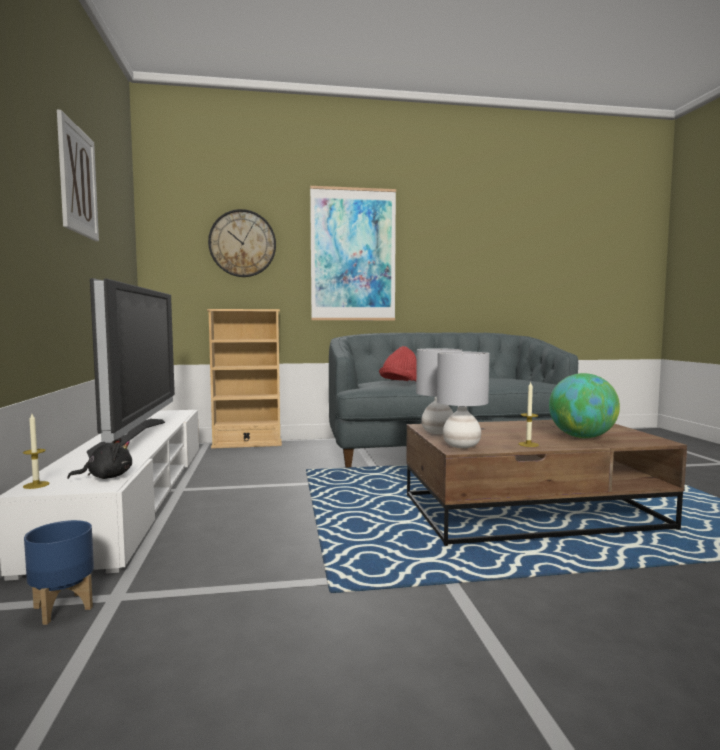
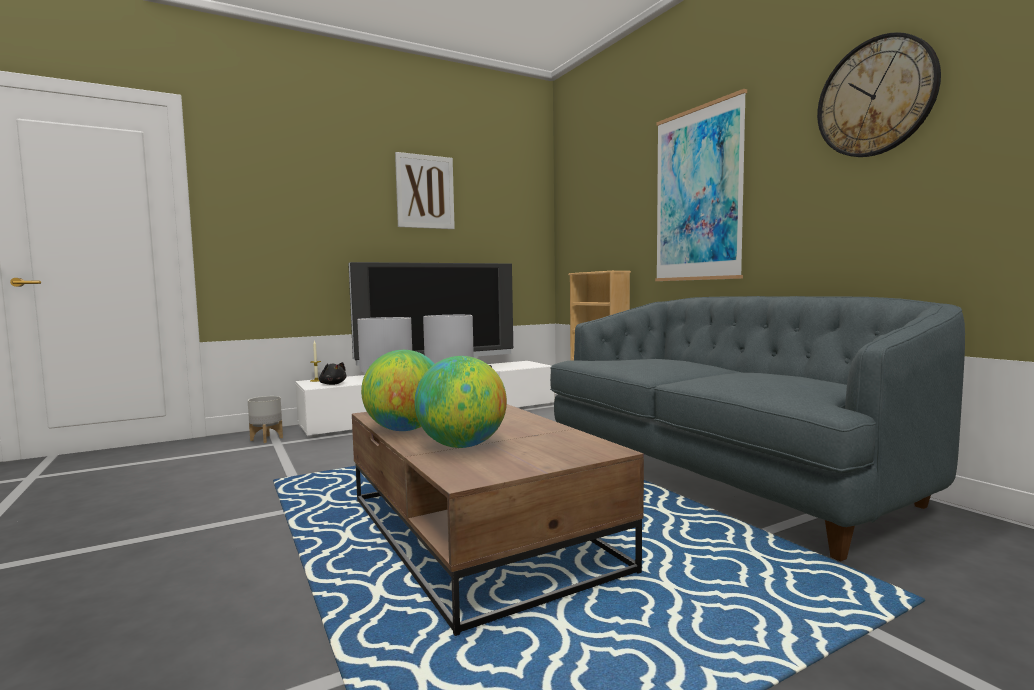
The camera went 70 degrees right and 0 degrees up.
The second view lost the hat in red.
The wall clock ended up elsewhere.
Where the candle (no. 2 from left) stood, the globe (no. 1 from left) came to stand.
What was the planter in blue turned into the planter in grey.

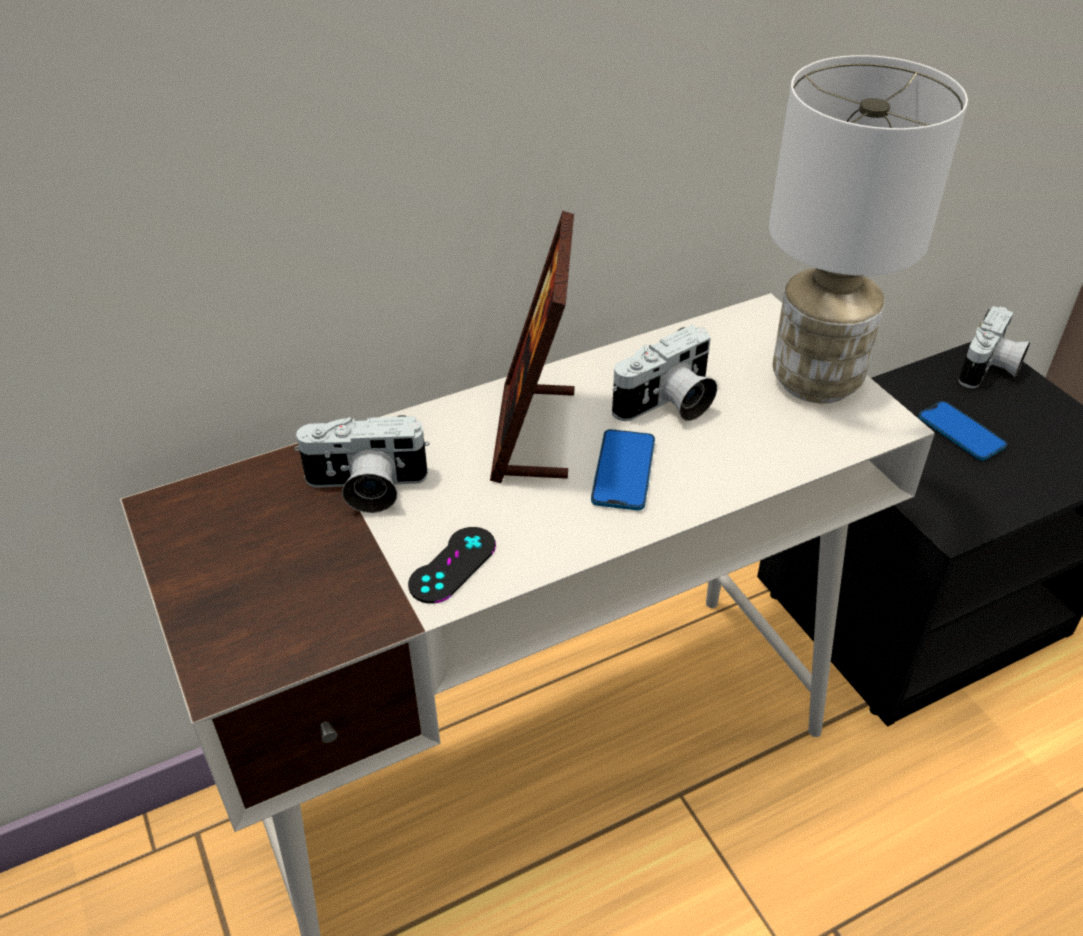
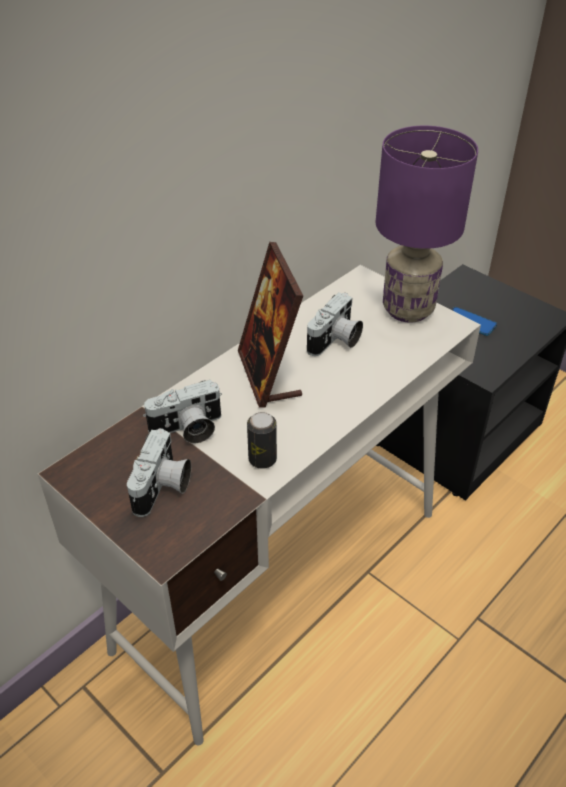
The camera went 20 degrees left and 0 degrees up.
The second view lost the phone (no. 1 from left).
The photo camera (no. 3 from left in the first image) ended up elsewhere.
Where the game controller in black stood, the can came to stand.
What was the table lamp in white turned into the table lamp in purple.

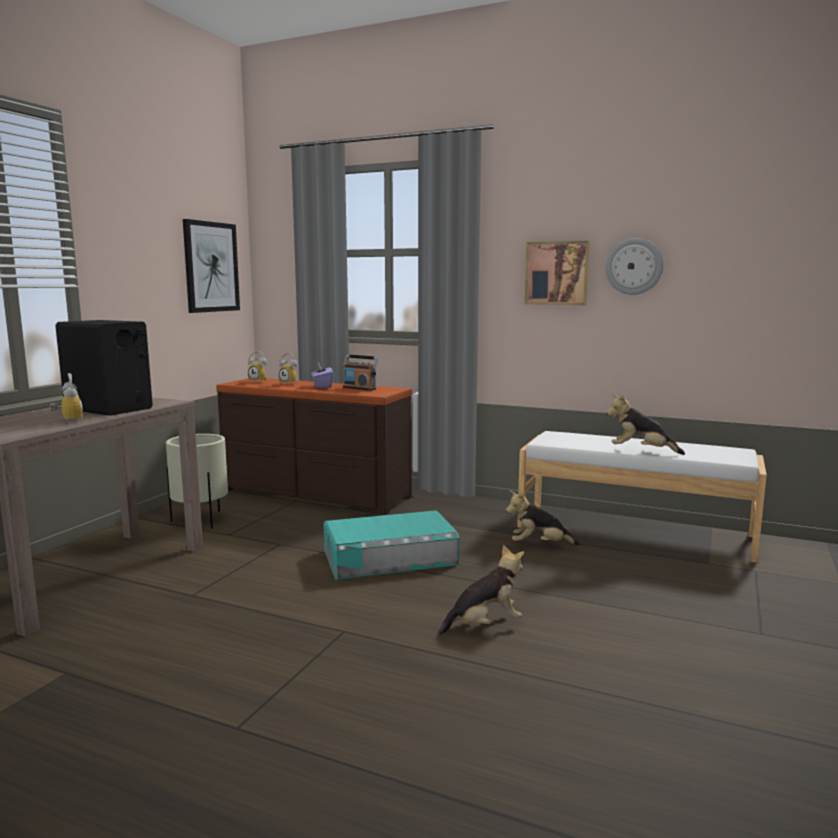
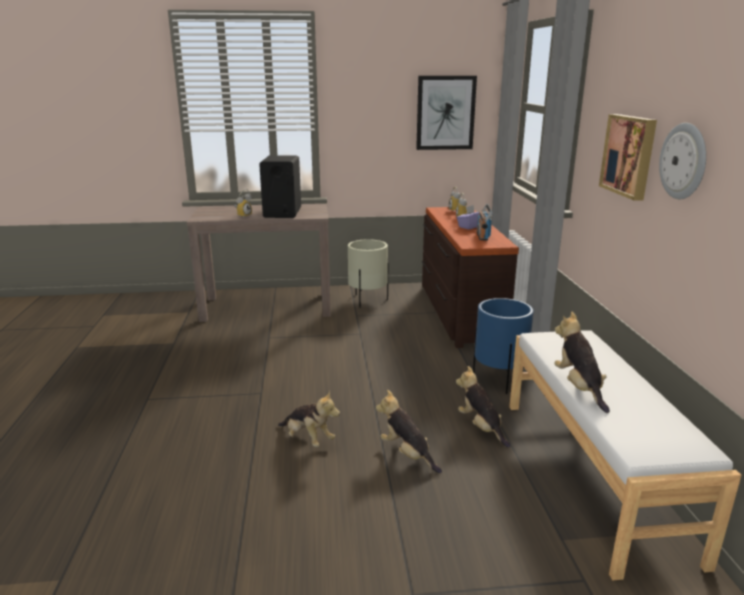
The camera went 60 degrees right and 10 degrees up.
The second view lost the storage box in turquoise.
The second view gained the plush toy (no. 2 from left).
The second view gained the planter in blue.

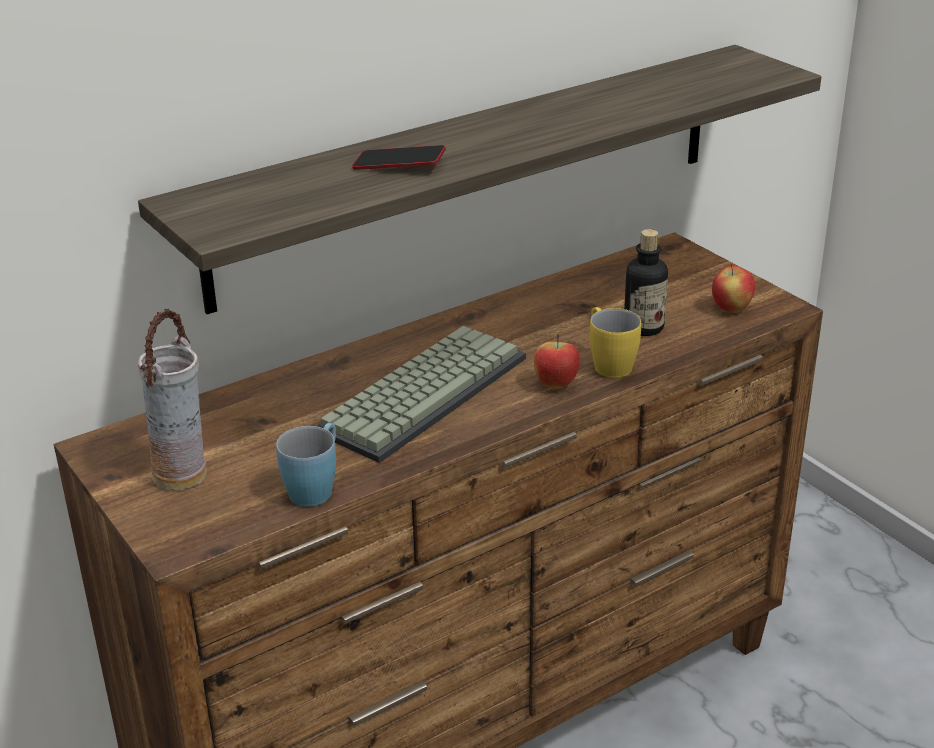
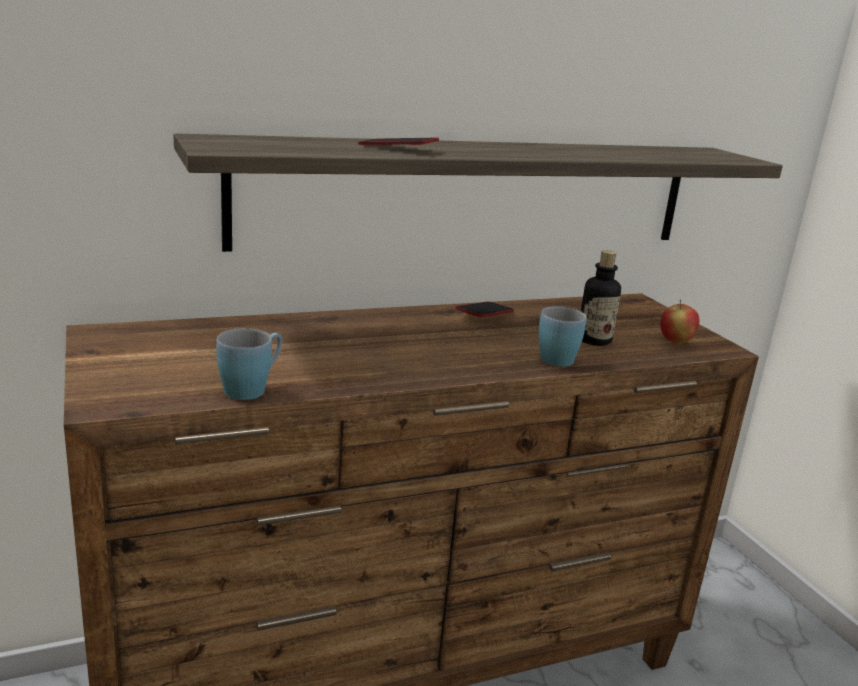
The camera went 10 degrees right and 10 degrees down.
The second view lost the vase.
The second view lost the keyboard.
The second view lost the apple (no. 1 from left).
The second view gained the phone (no. 2 from left).
What was the mug in yellow turned into the mug in blue (no. 2 from left).

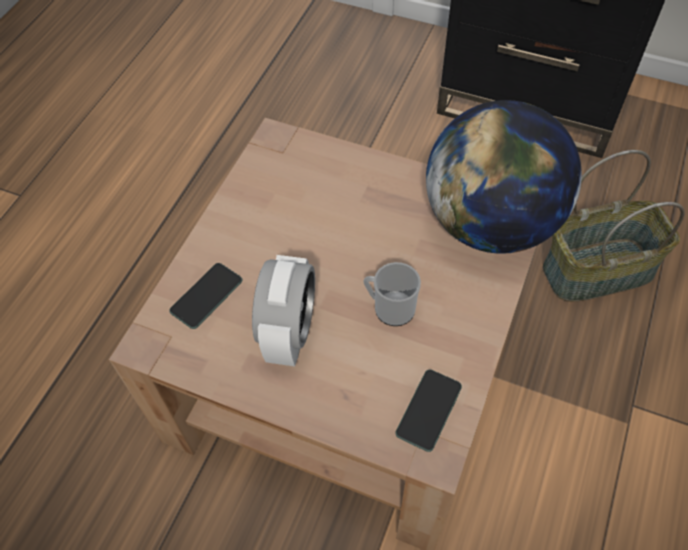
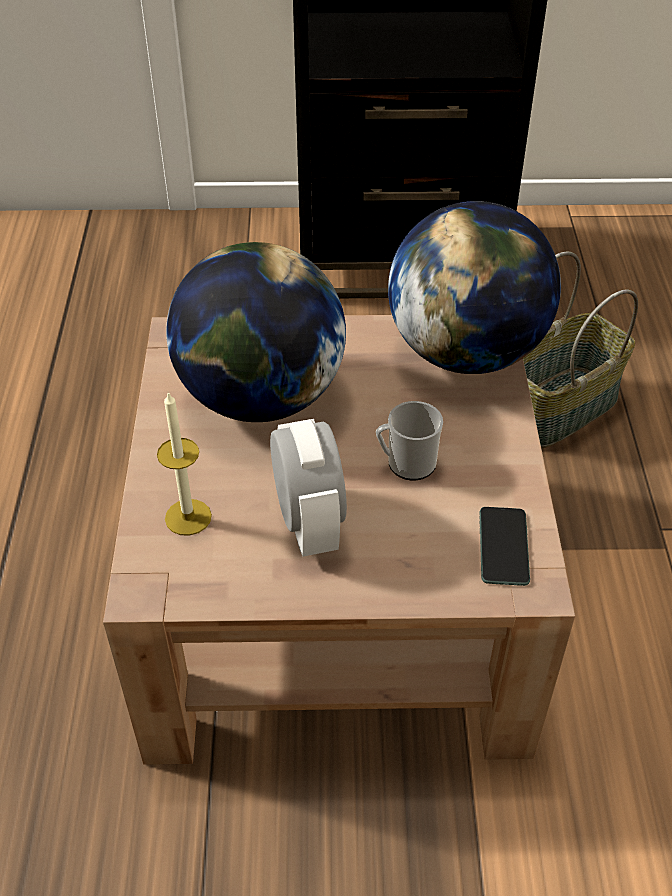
The camera went 25 degrees left and 10 degrees down.
The second view gained the globe (no. 1 from left).
Where the phone (no. 1 from left) stood, the candle came to stand.

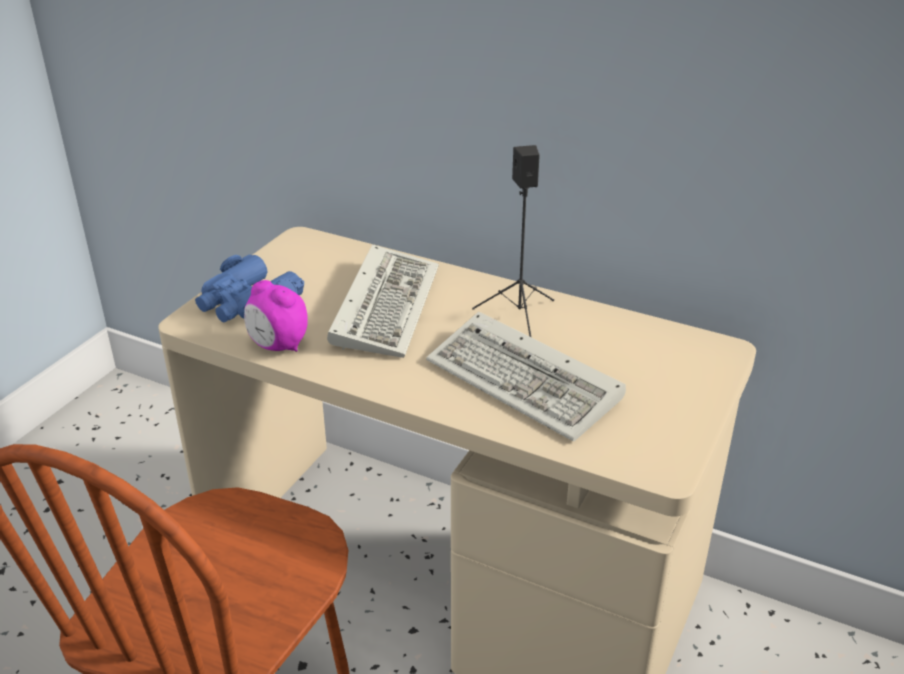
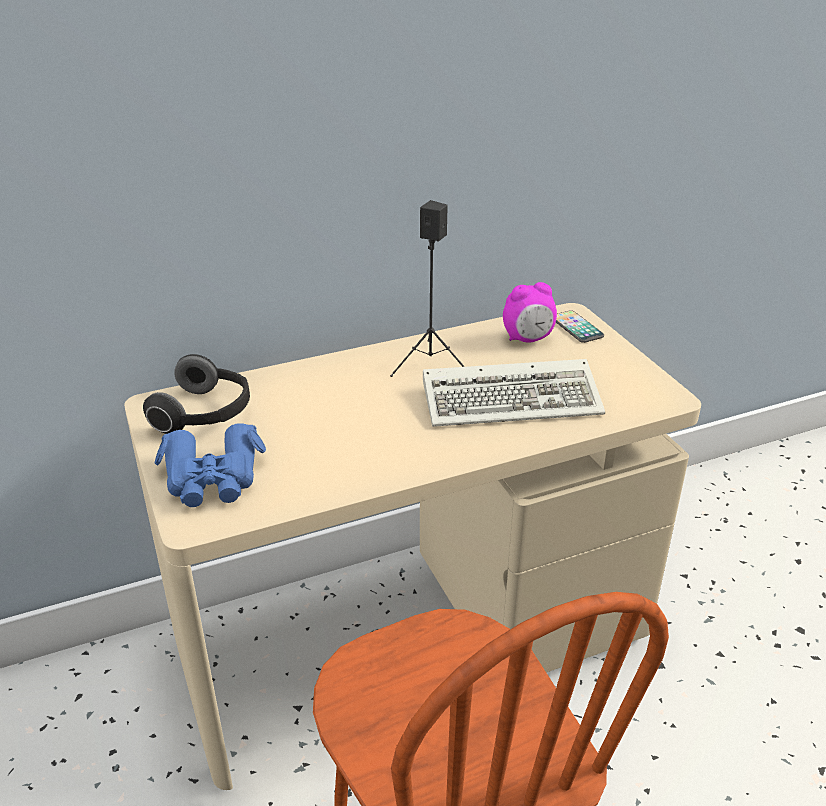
The camera went 50 degrees left and 0 degrees up.
The second view lost the keyboard (no. 1 from left).
The second view gained the headphones.
The second view gained the phone.
The alarm clock ended up elsewhere.

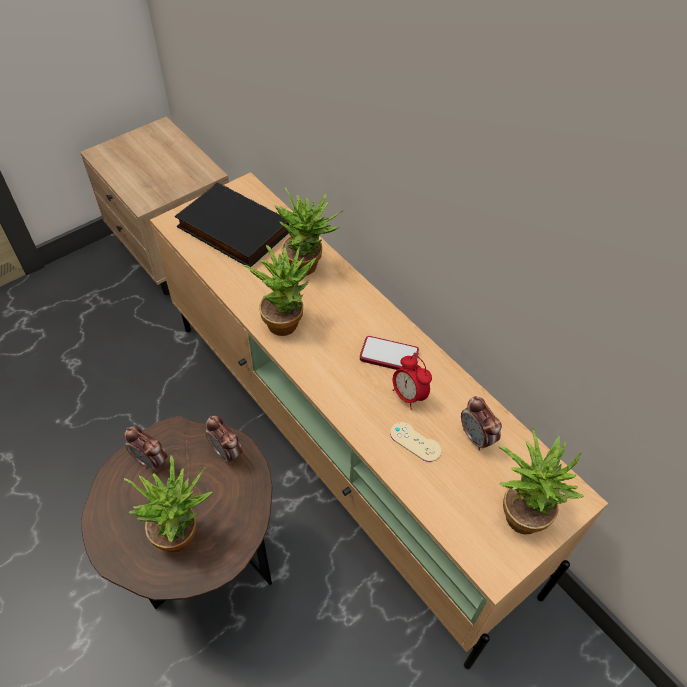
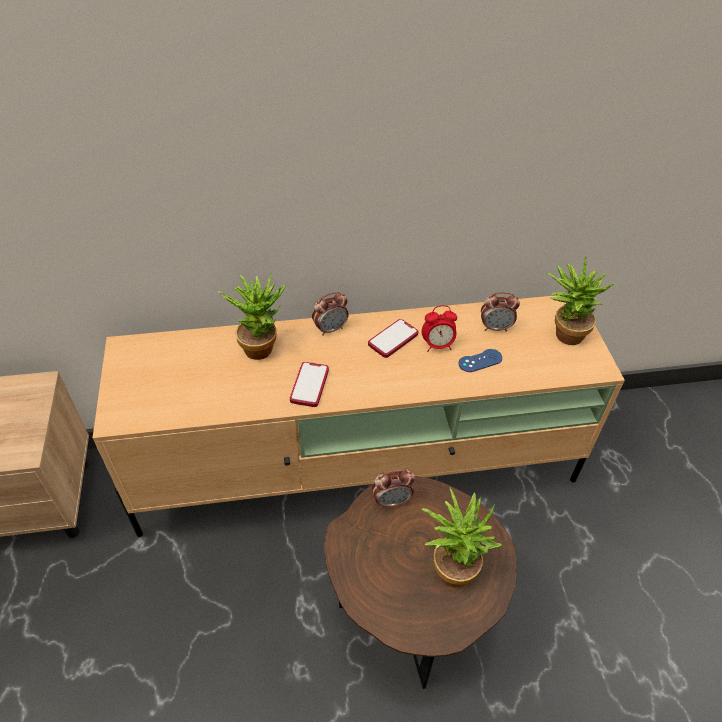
The camera went 60 degrees left and 5 degrees down.
The second view lost the book in black.
The alarm clock (no. 1 from left) ended up elsewhere.
Where the potted plant (no. 2 from left) stood, the phone (no. 1 from left) came to stand.
What was the game controller in beige turned into the game controller in blue.

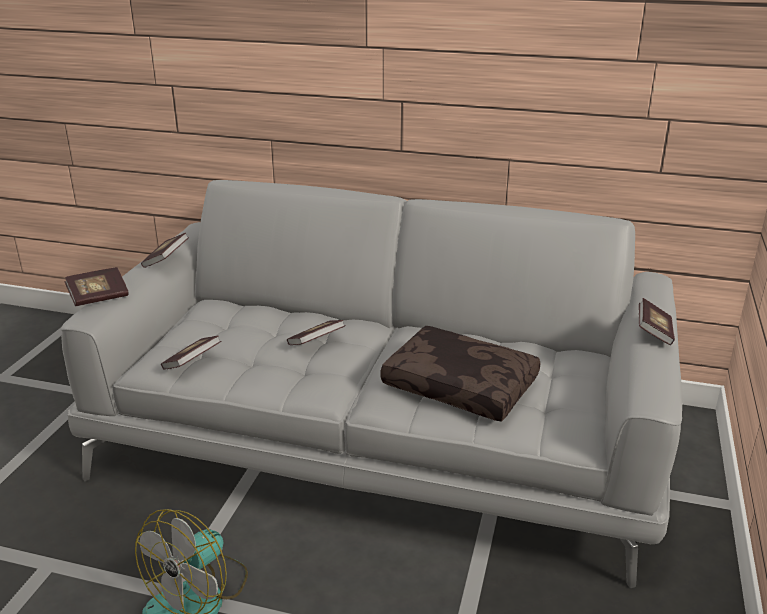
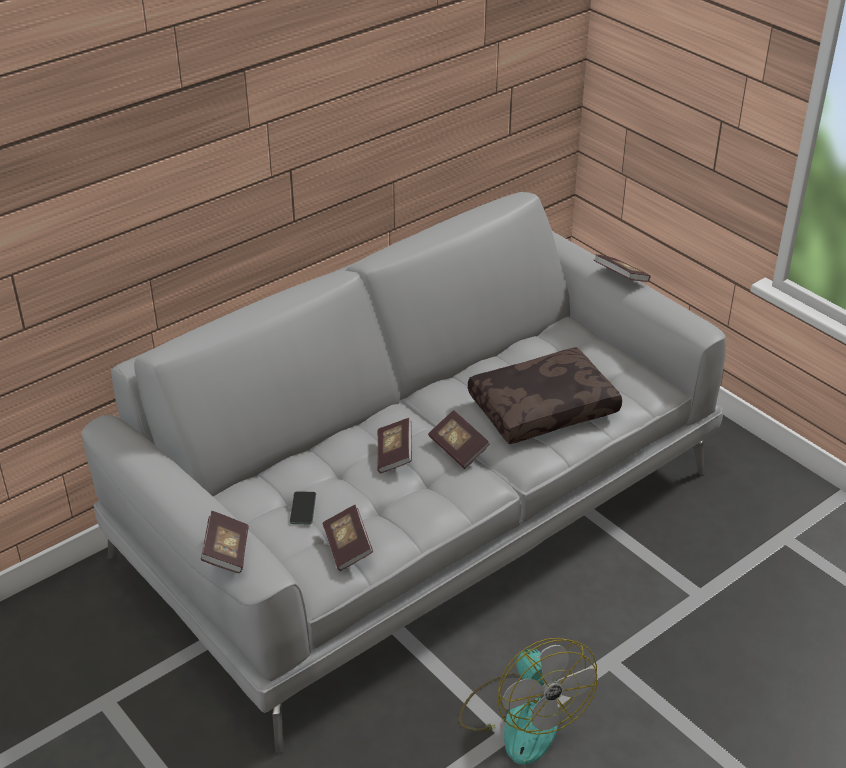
The camera went 55 degrees left and 10 degrees up.
The second view gained the phone.
The book (no. 2 from left in the first image) ended up elsewhere.

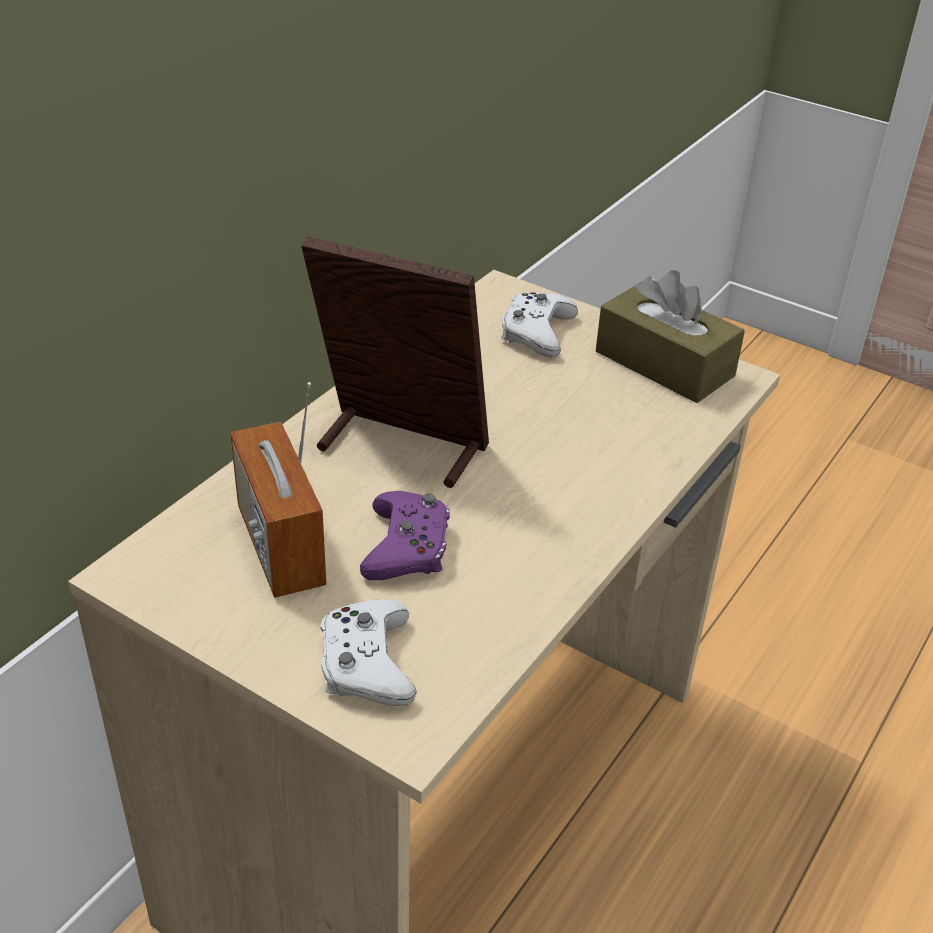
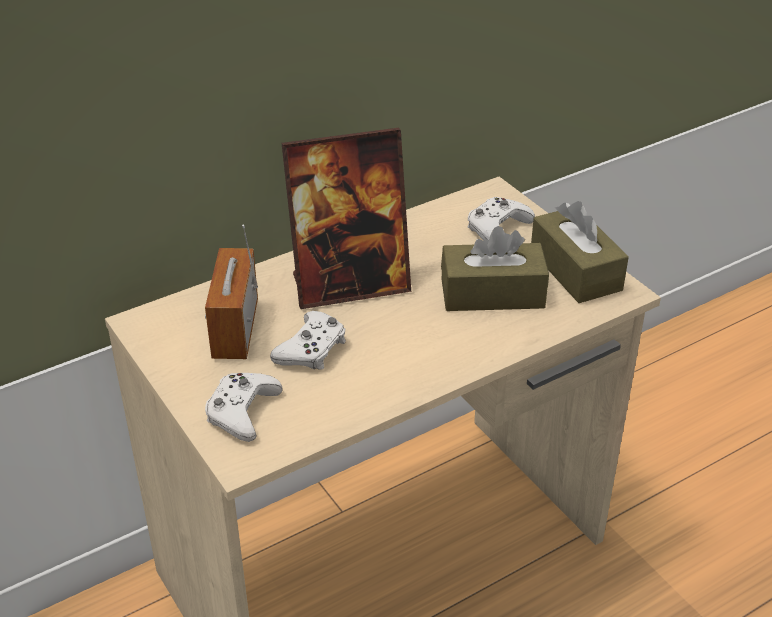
The camera went 25 degrees right and 0 degrees up.
The second view gained the tissue box in brown (no. 1 from left).
What was the game controller in purple turned into the game controller in white (no. 2 from left).
The picture frame ended up facing another way, 120 degrees clockwise from before.

